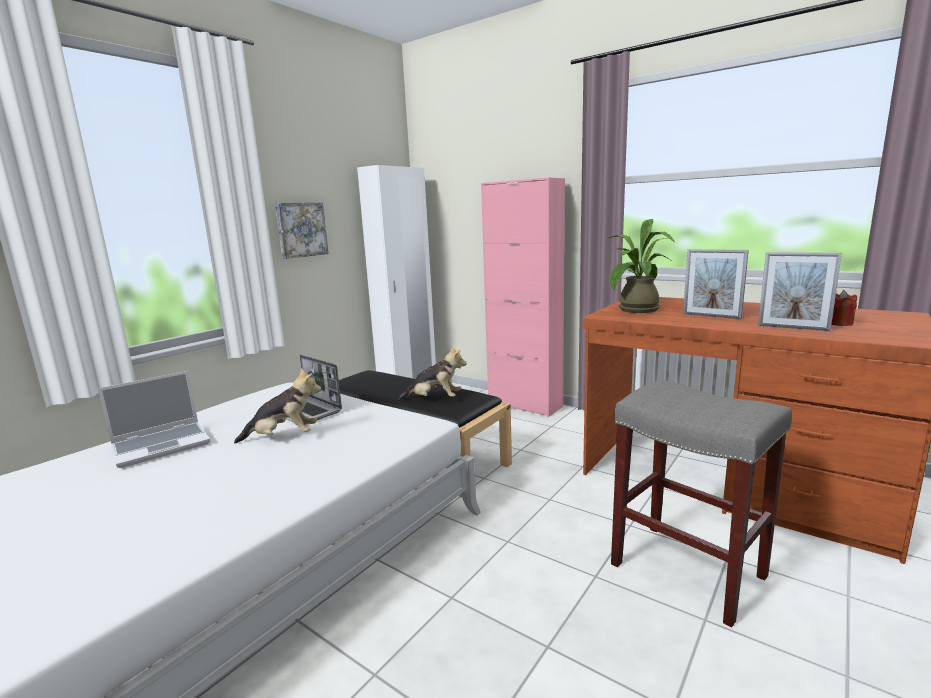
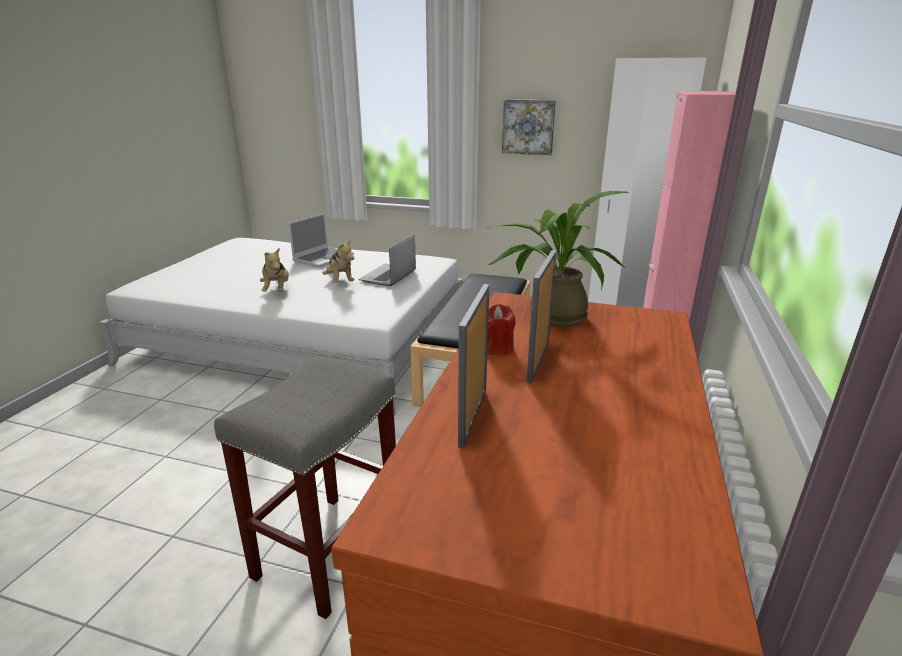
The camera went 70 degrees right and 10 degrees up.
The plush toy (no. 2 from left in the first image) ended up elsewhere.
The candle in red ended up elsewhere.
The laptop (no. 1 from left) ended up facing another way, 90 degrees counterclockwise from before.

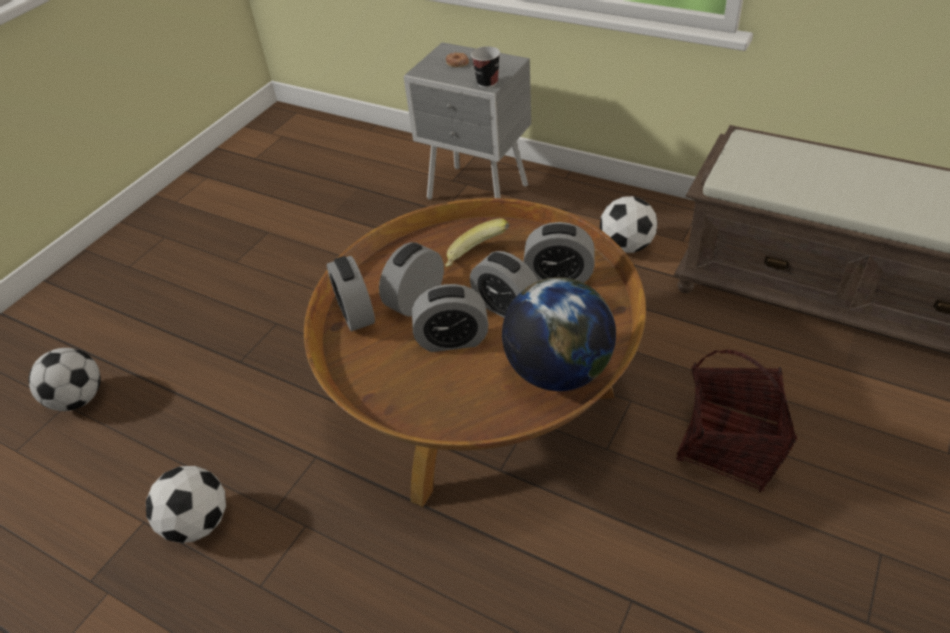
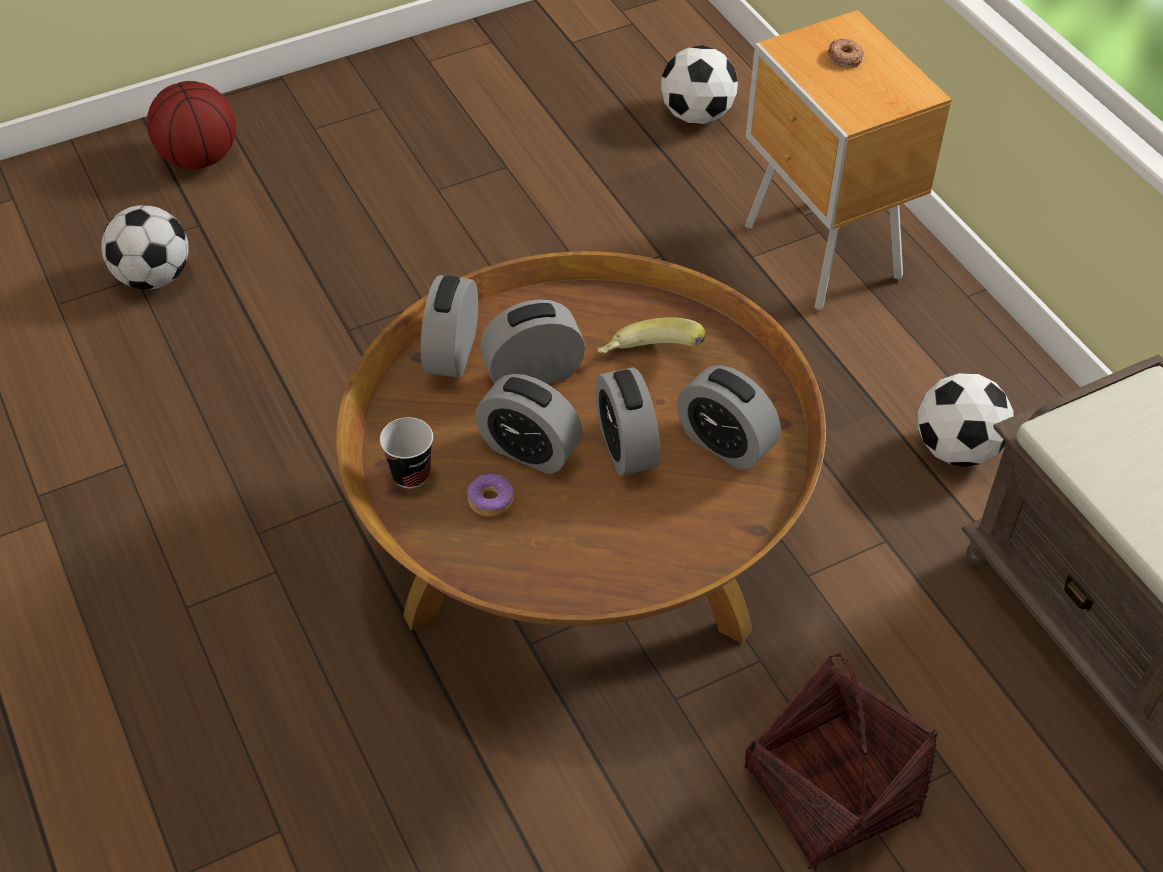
The camera went 30 degrees right and 5 degrees up.
The second view lost the globe.
The second view gained the basketball.
The second view gained the donut (no. 1 from left).
The football (no. 2 from left) ended up elsewhere.
The cup ended up elsewhere.
What was the nightstand in grey turned into the nightstand in brown.

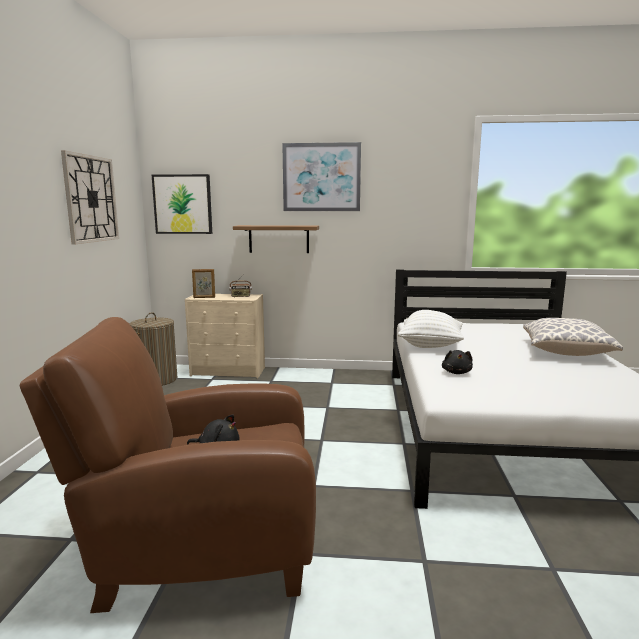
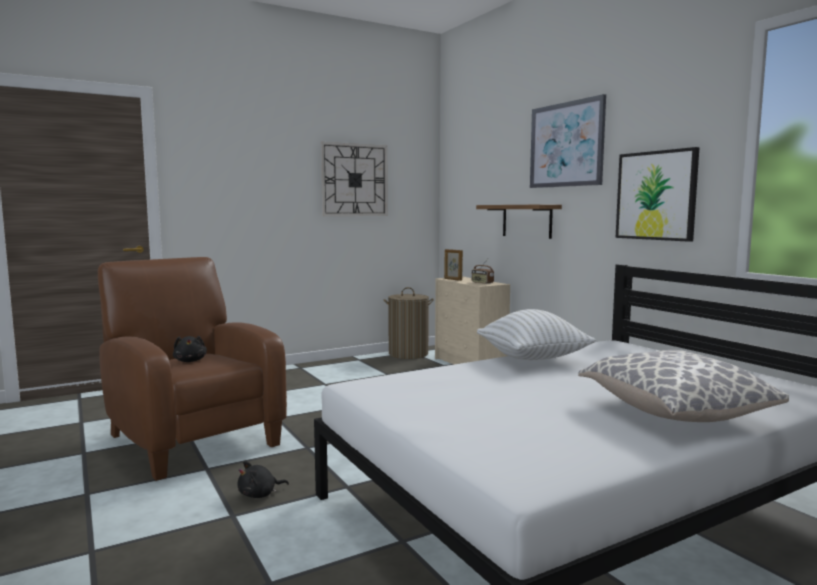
The camera went 55 degrees right and 5 degrees down.
The picture (no. 1 from left in the first image) ended up elsewhere.
The plush toy in black (no. 2 from left) ended up elsewhere.

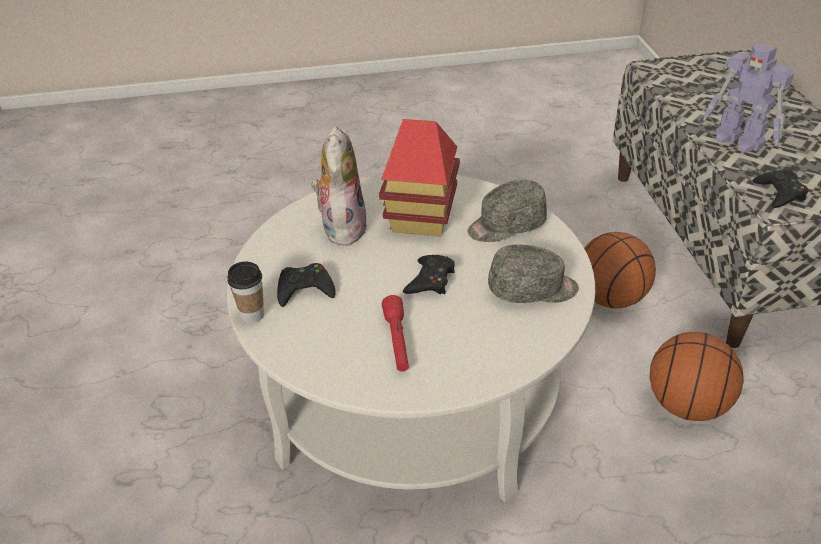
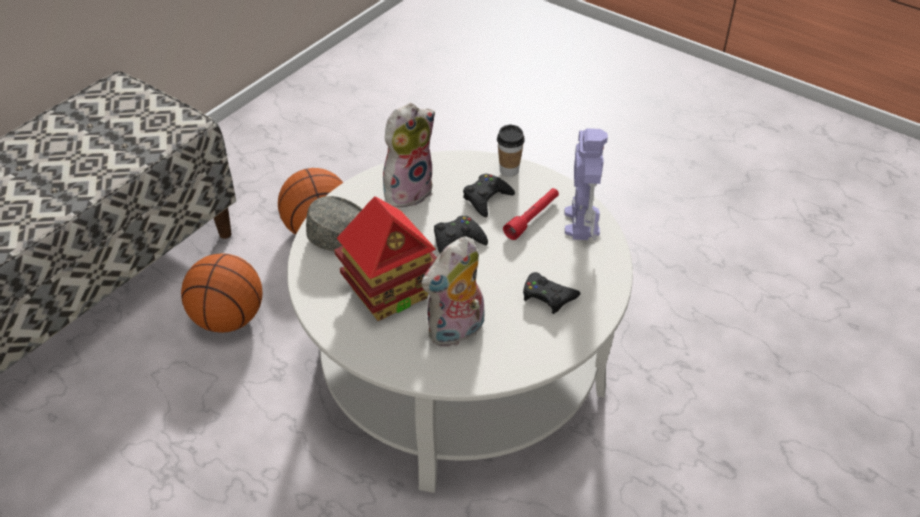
The camera went 135 degrees left and 5 degrees up.
The cup ended up elsewhere.
The toy robot ended up elsewhere.
The game controller in black (no. 3 from left in the first image) ended up elsewhere.
Where the cap in grey (no. 2 from left) stood, the plush toy (no. 1 from left) came to stand.

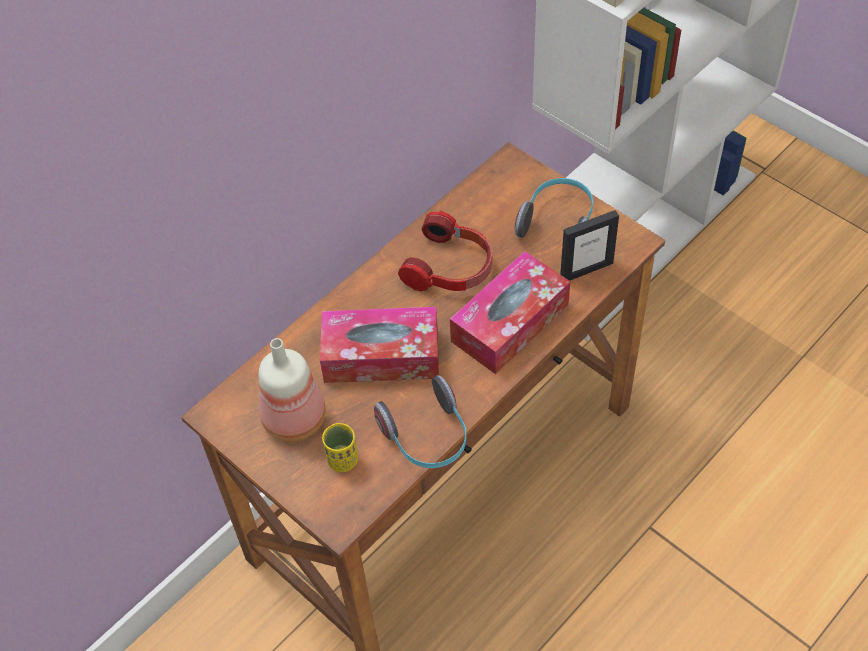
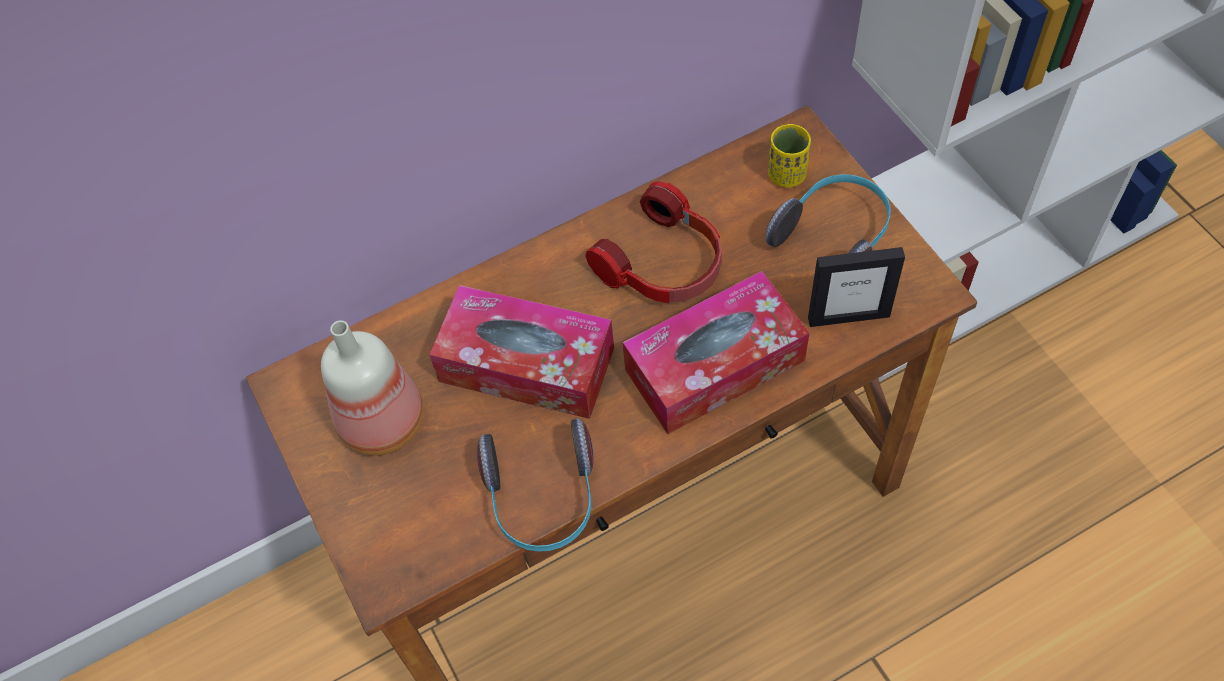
The camera went 20 degrees right and 5 degrees up.
The cup in yellow ended up elsewhere.

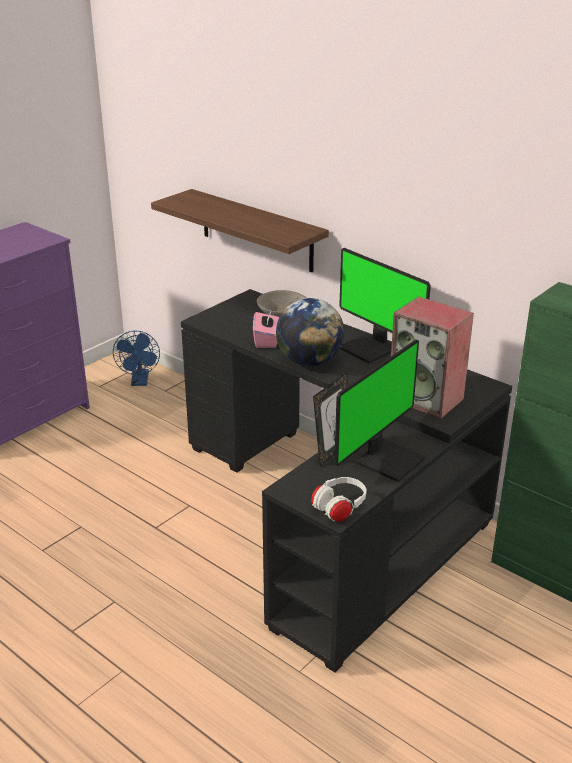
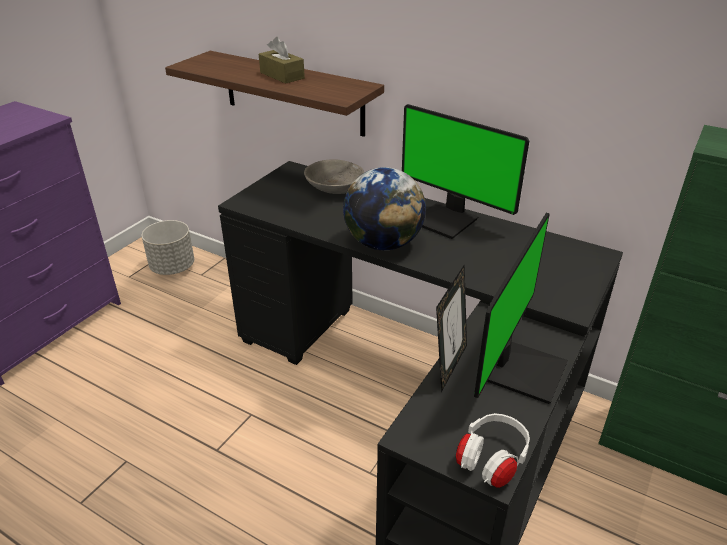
The camera went 10 degrees left and 5 degrees up.
The second view lost the tissue box in pink.
The second view lost the speaker.
The second view gained the tissue box in brown.
Where the fan in blue stood, the planter in grey came to stand.

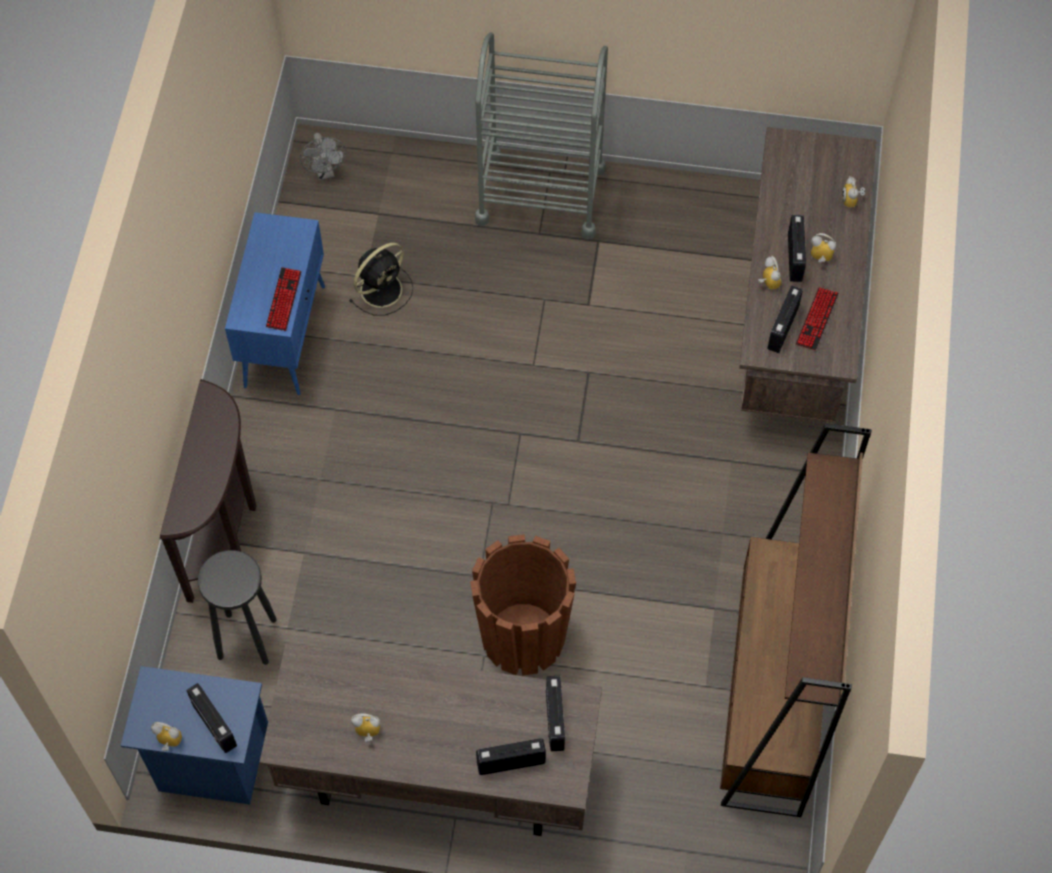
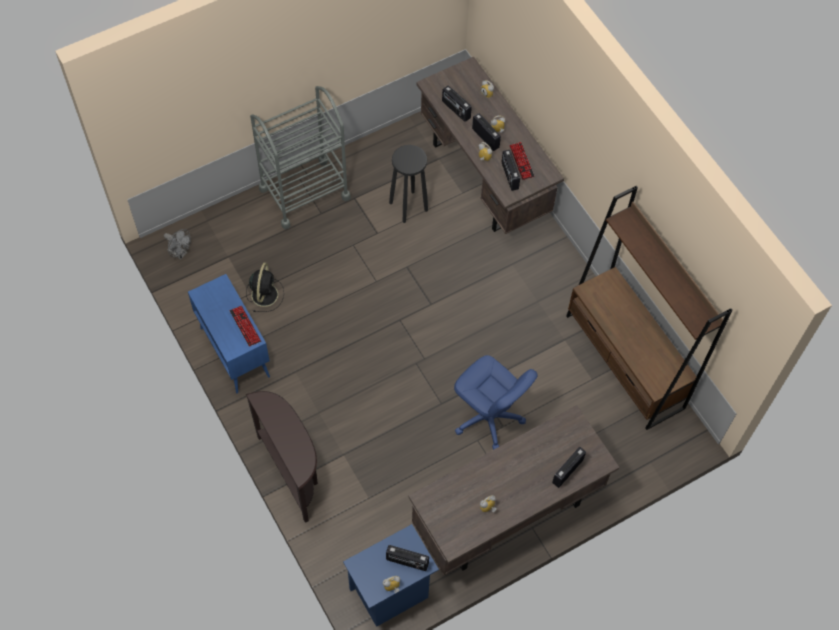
The camera went 40 degrees left and 0 degrees up.
The stool in black ended up elsewhere.
The radio (no. 3 from left in the first image) ended up elsewhere.
Where the planter in brown stood, the office chair in blue came to stand.

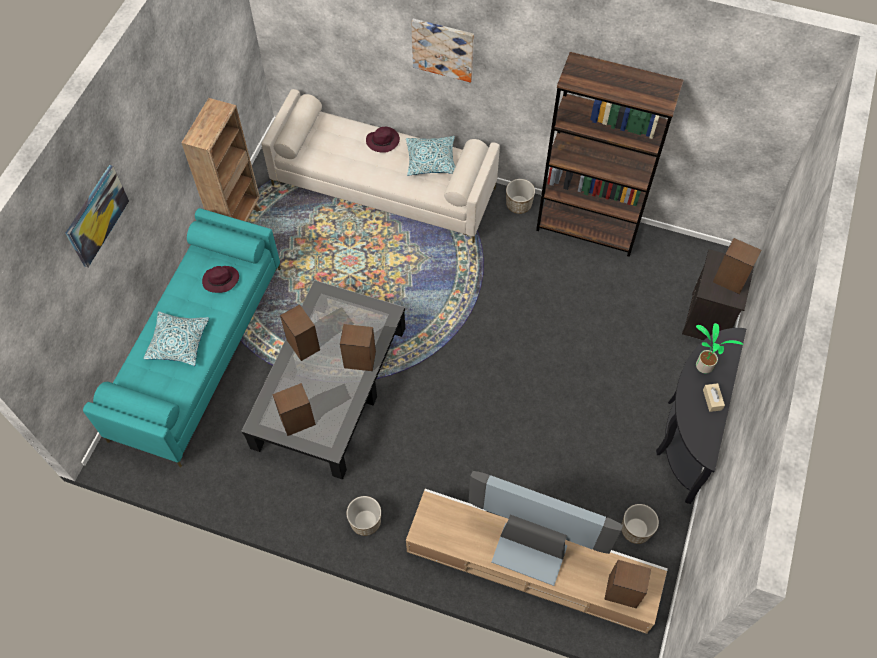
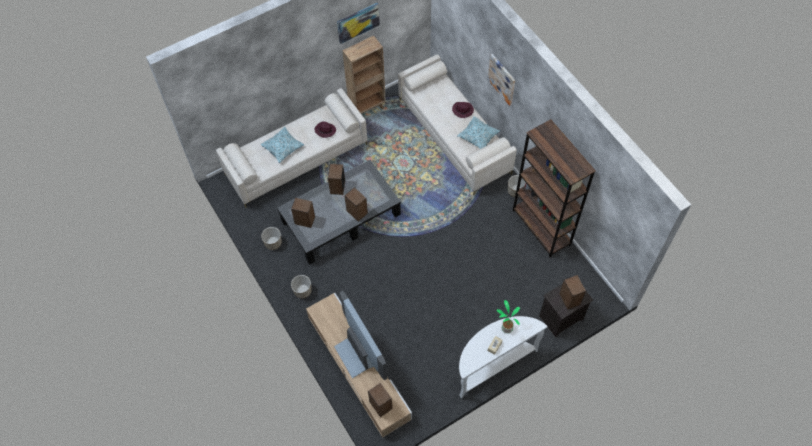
The camera went 40 degrees right and 0 degrees up.
The picture (no. 1 from left) ended up elsewhere.
The planter (no. 3 from left in the first image) ended up elsewhere.
What was the sofa in turquoise turned into the sofa in beige (no. 1 from left).
What was the console table in black turned into the console table in white.

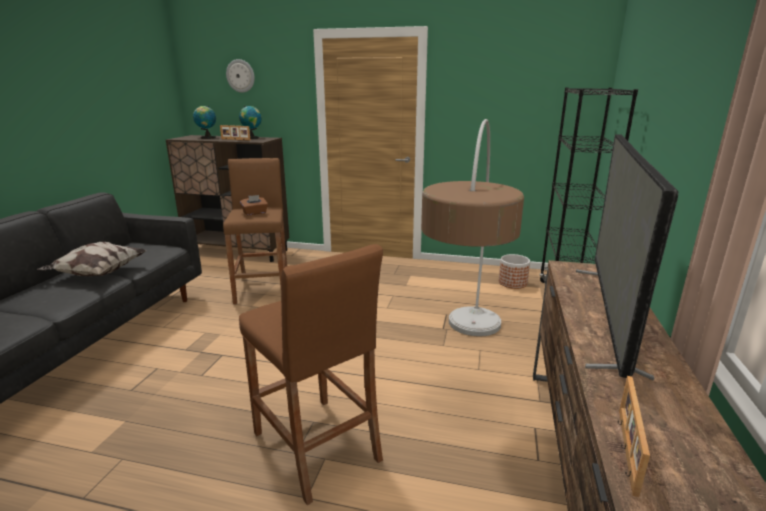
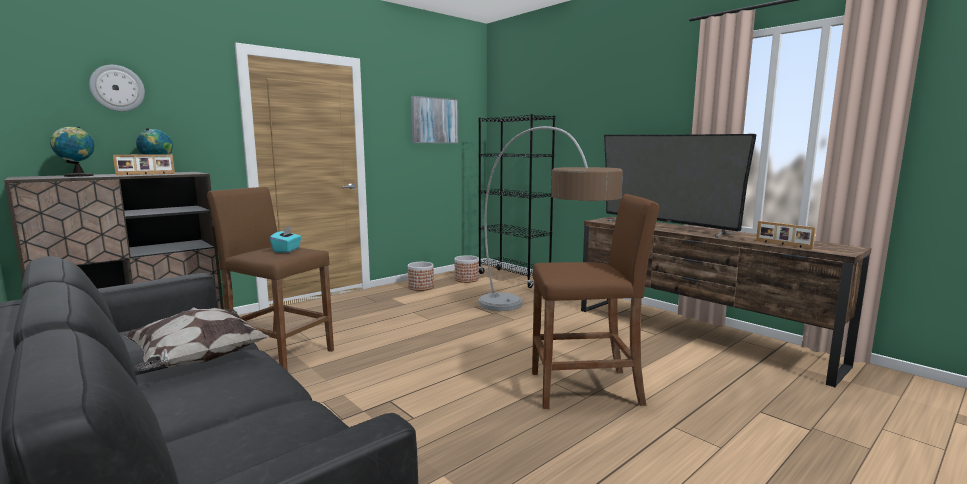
The camera went 55 degrees left and 10 degrees down.
The second view gained the planter (no. 1 from left).
The second view gained the picture.
What was the tissue box in brown turned into the tissue box in turquoise.

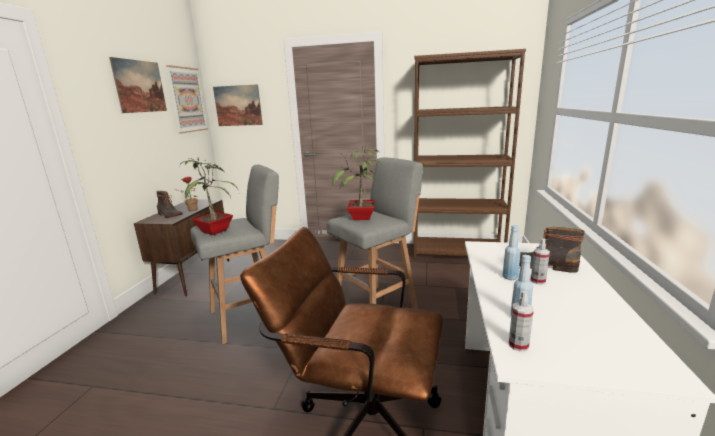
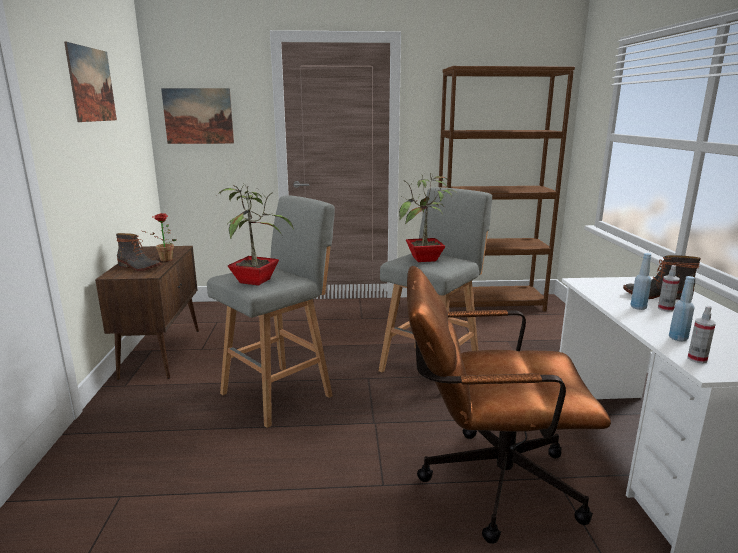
The camera went 15 degrees left and 0 degrees up.
The second view lost the picture (no. 2 from left).

